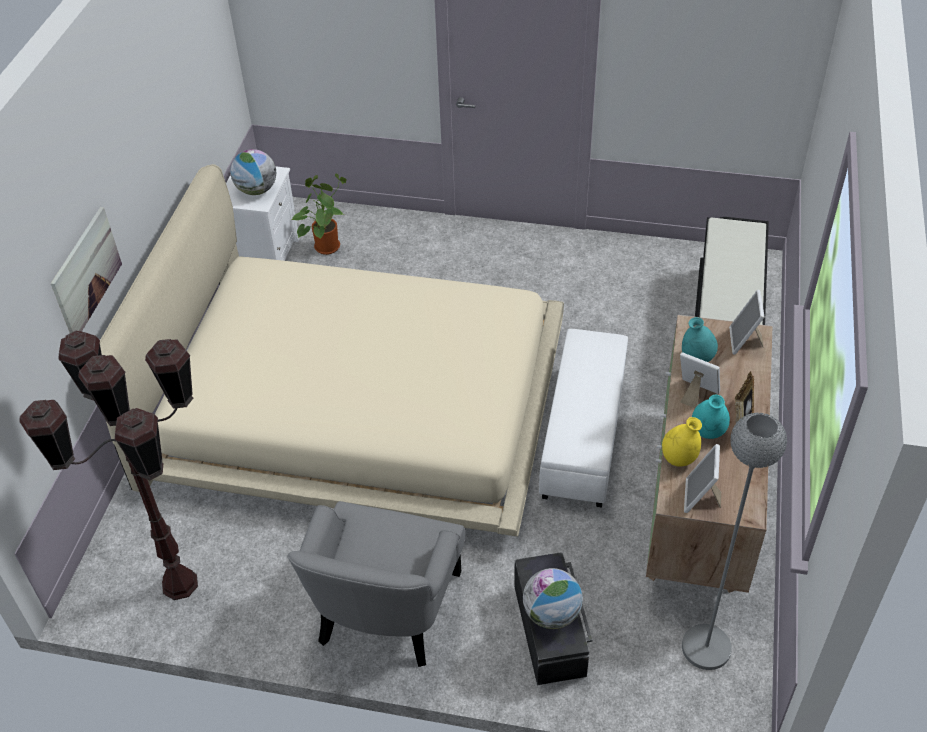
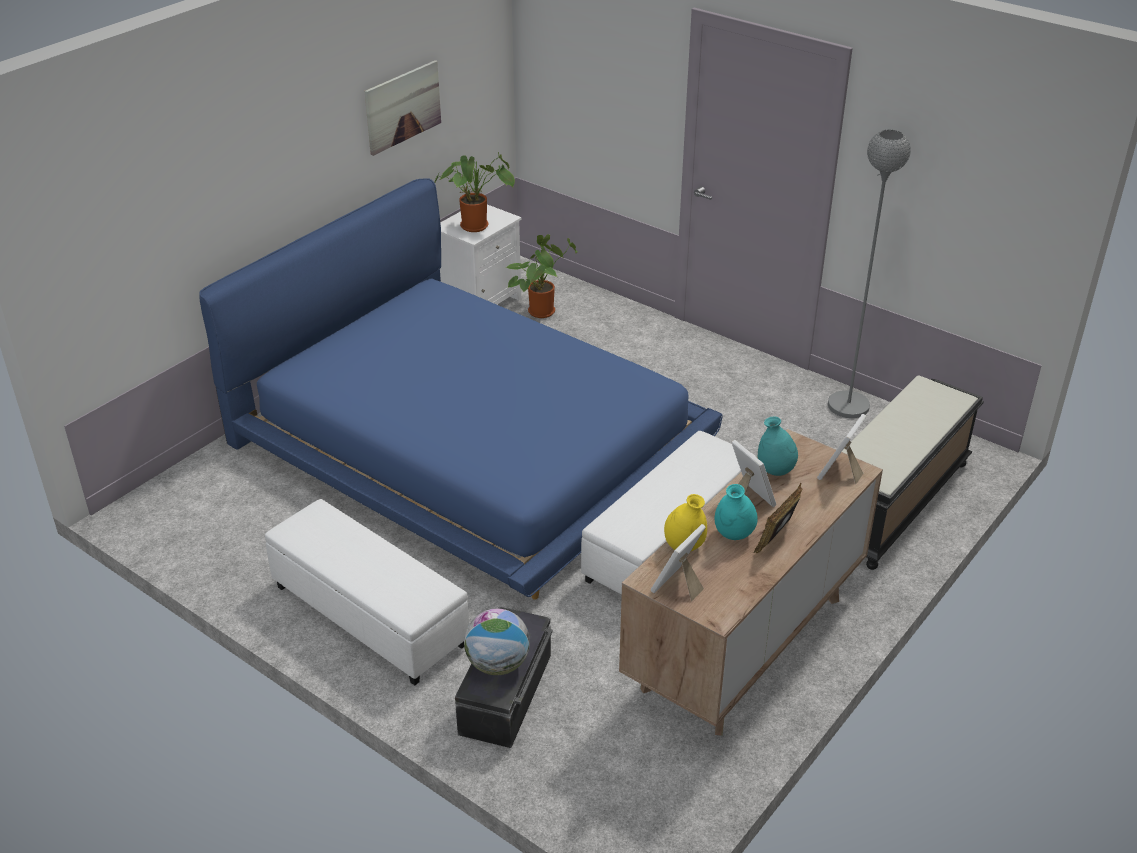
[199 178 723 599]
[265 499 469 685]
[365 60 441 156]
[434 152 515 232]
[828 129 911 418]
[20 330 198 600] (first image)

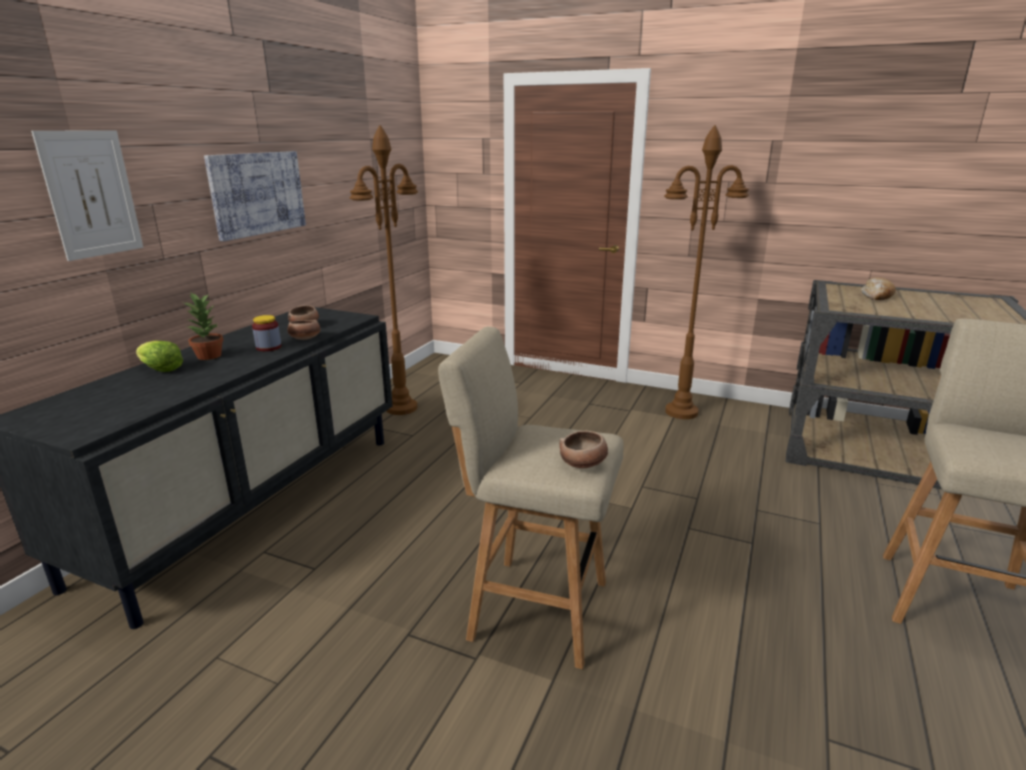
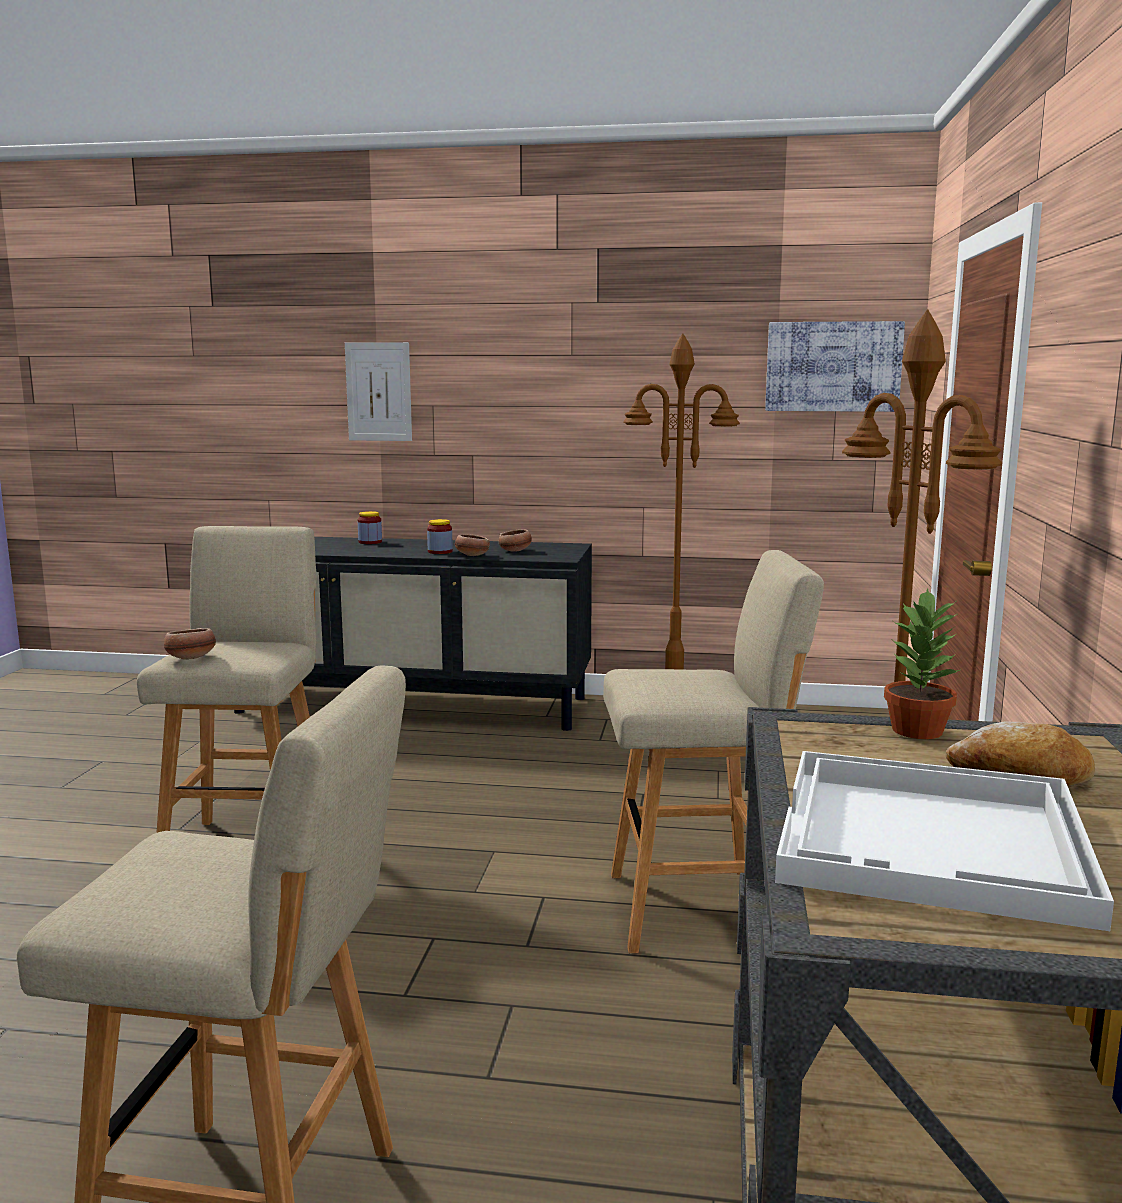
[358 511 382 544]
[603 550 824 953]
[765 321 905 412]
[775 751 1114 931]
[884 589 960 739]

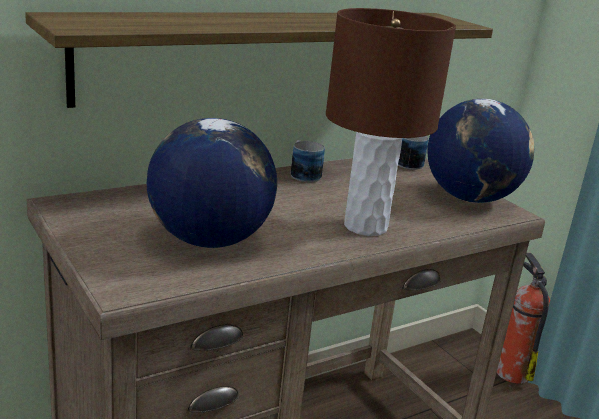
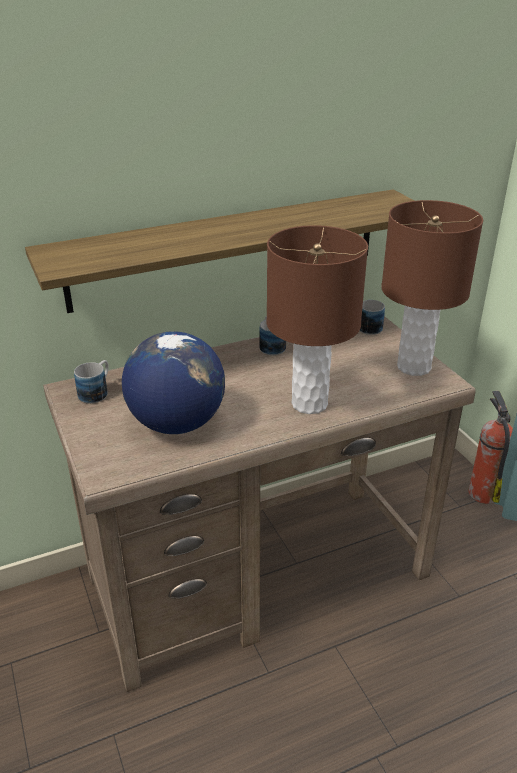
[74 360 109 404]
[381 200 483 376]

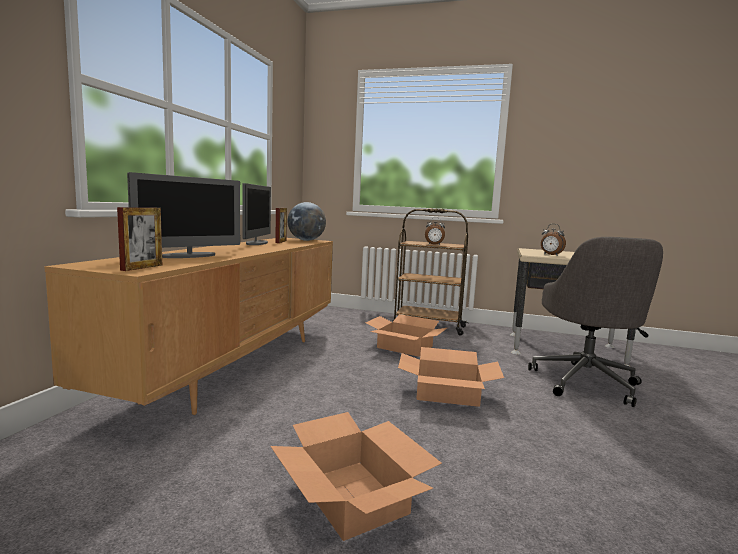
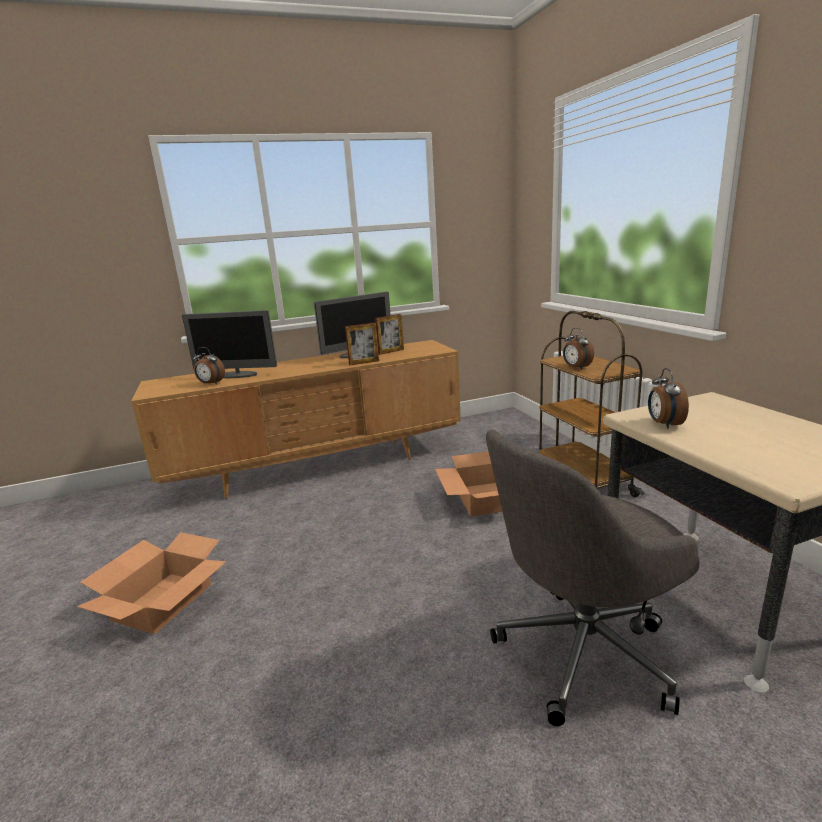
[193 347 225 385]
[345 323 379 365]
[288 202 326 241] (first image)
[398 347 504 407] (first image)

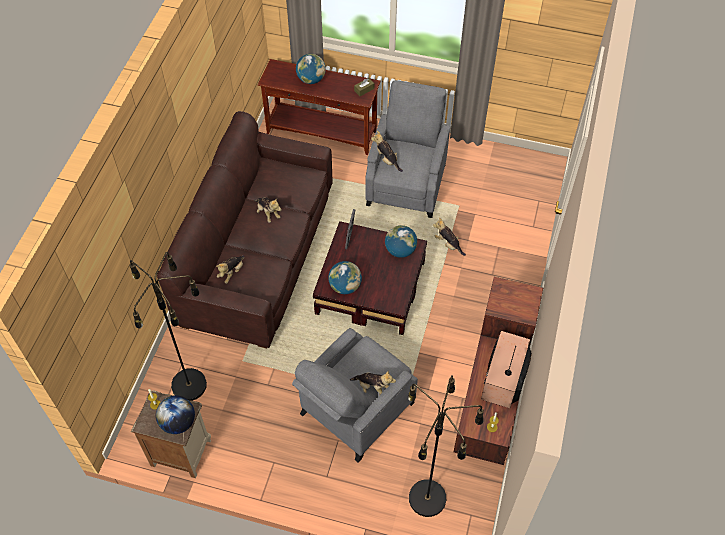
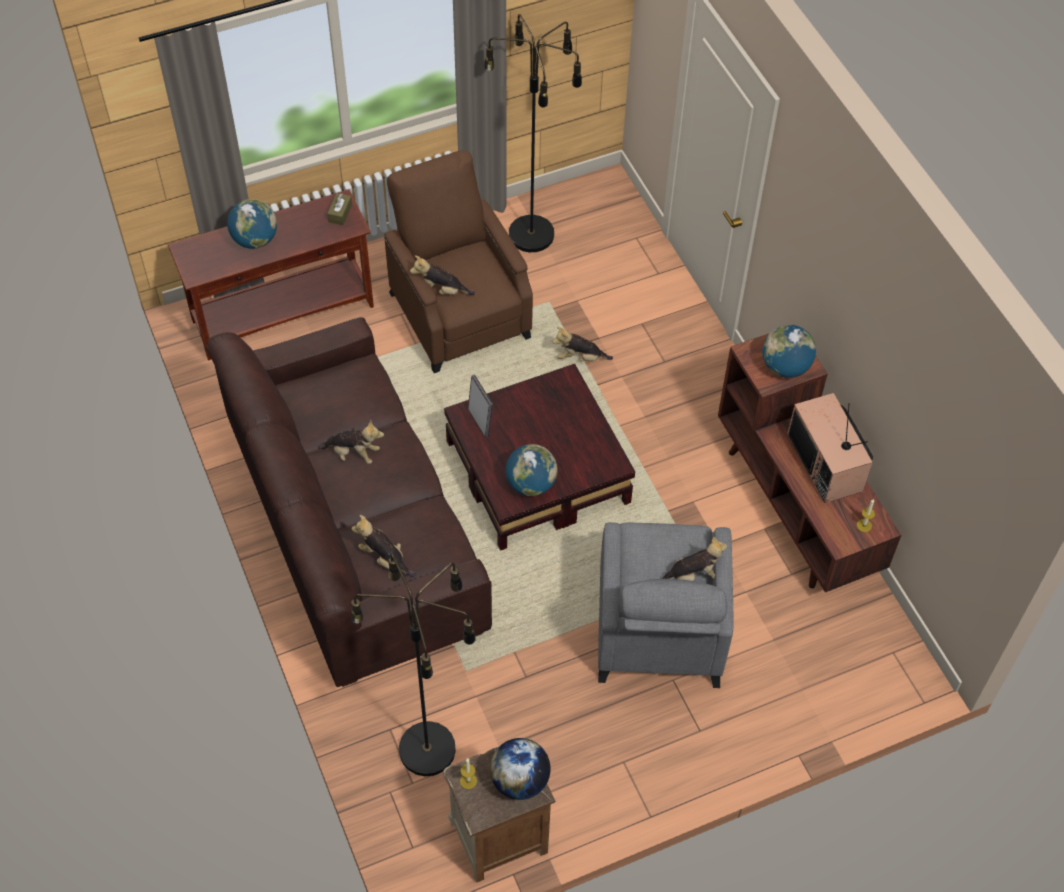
[351 515 416 577]
[384 150 533 373]
[484 14 582 252]
[763 325 816 378]

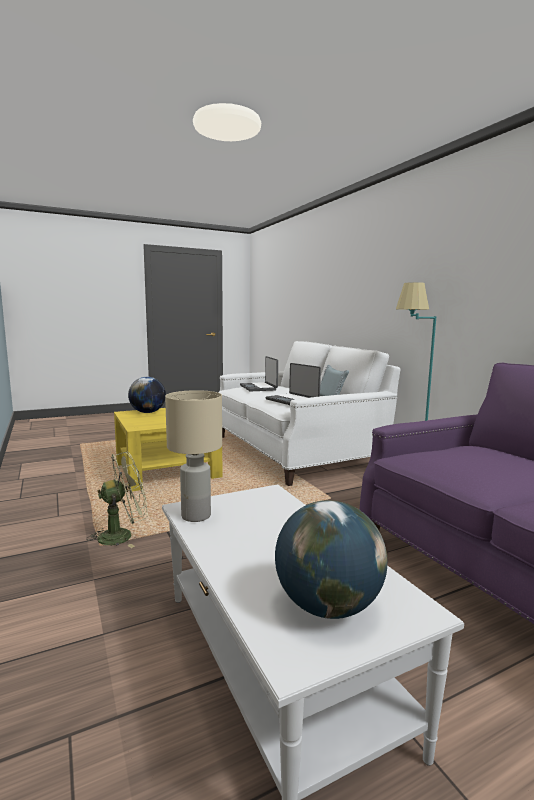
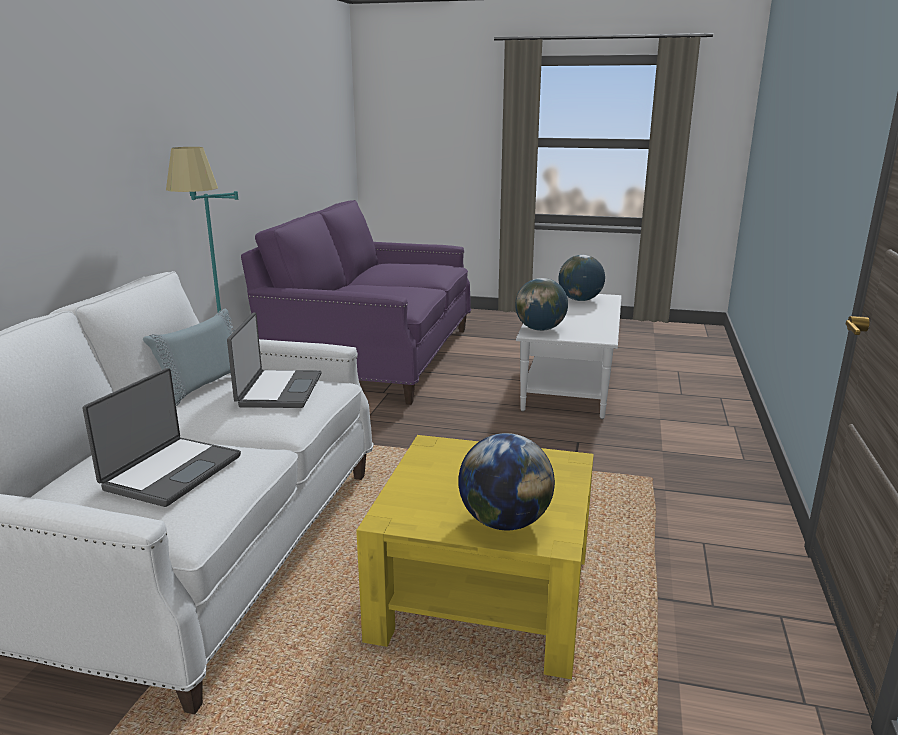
[515 278 568 331]
[86 452 148 548] (first image)
[165 390 222 522] (first image)

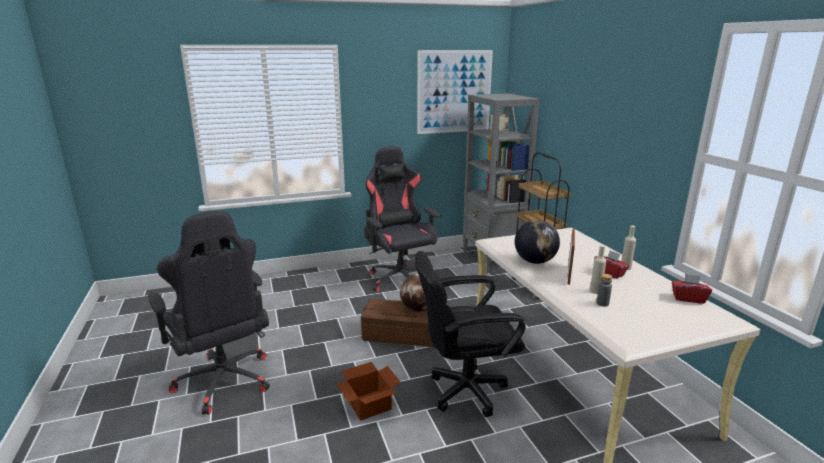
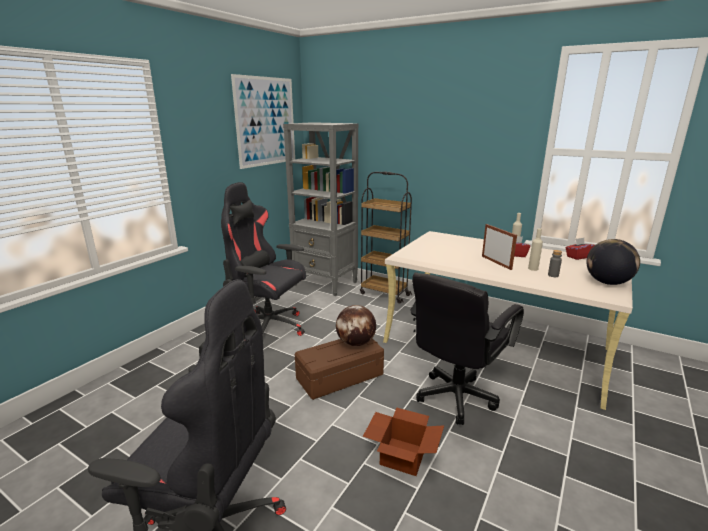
[586 239 640 285]

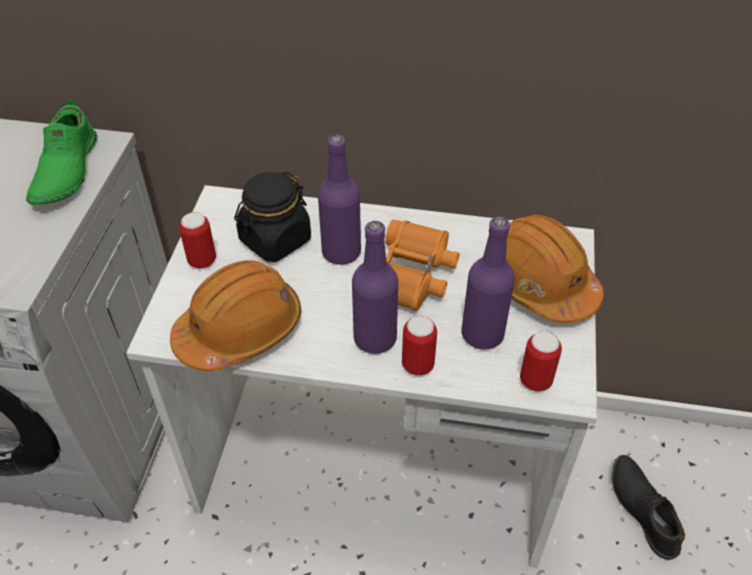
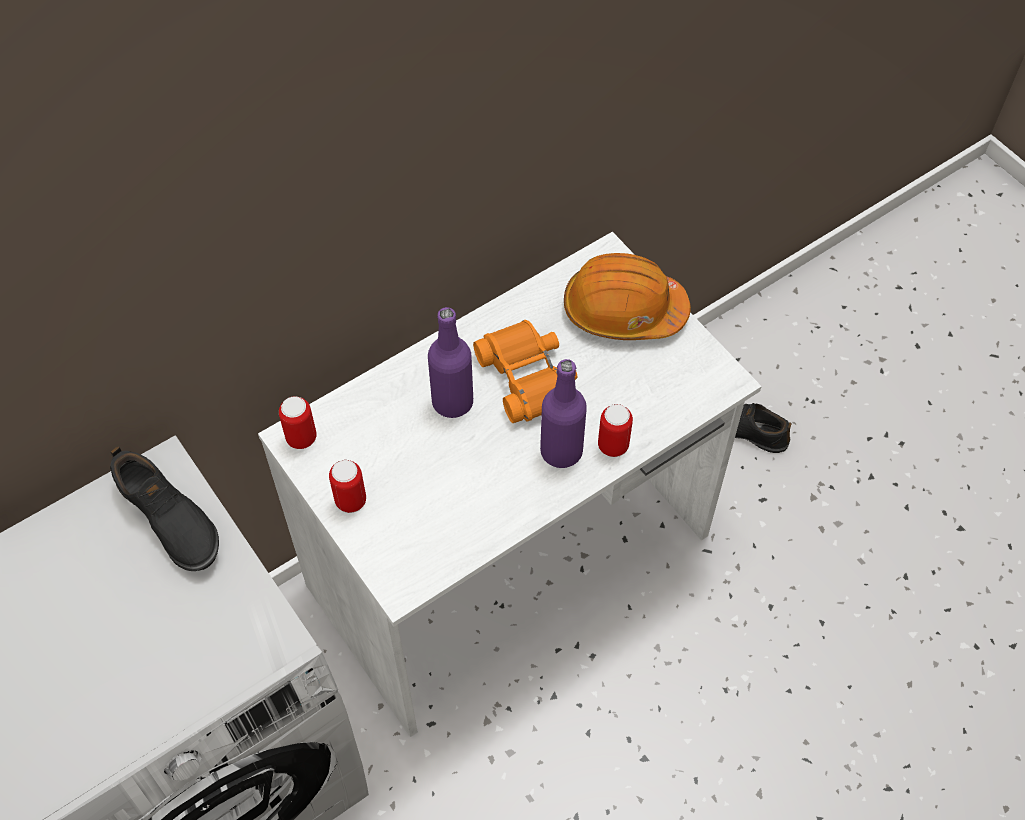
[110 446 219 571]
[279 396 317 449]
[170 260 301 371] (first image)
[234 171 311 262] (first image)
[462 216 515 350] (first image)

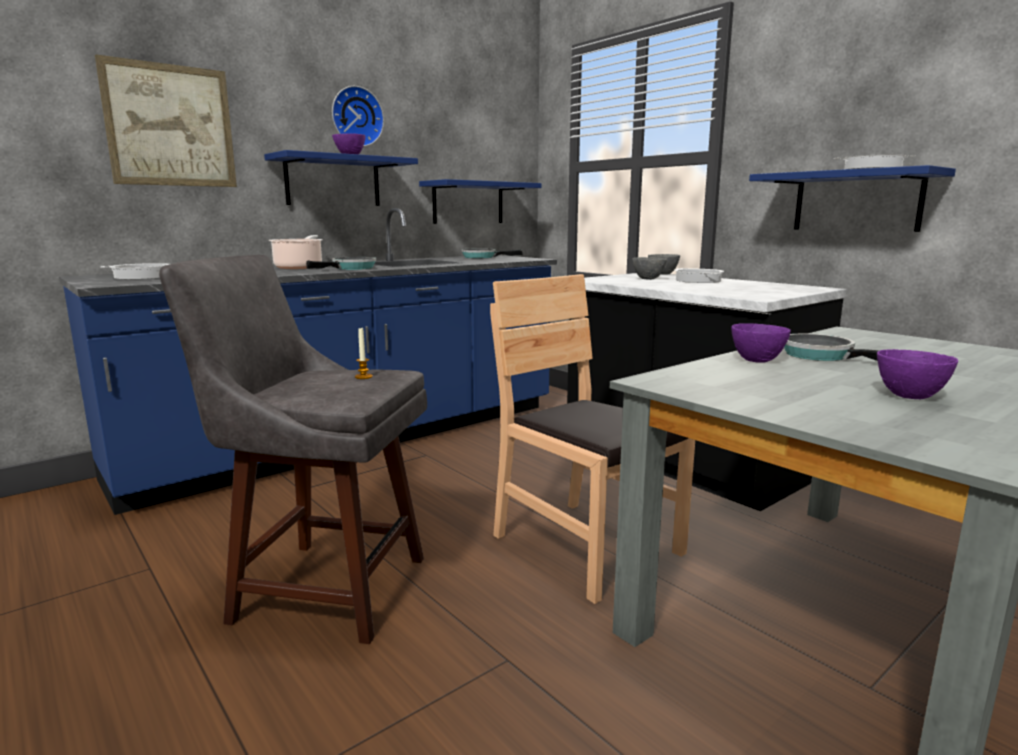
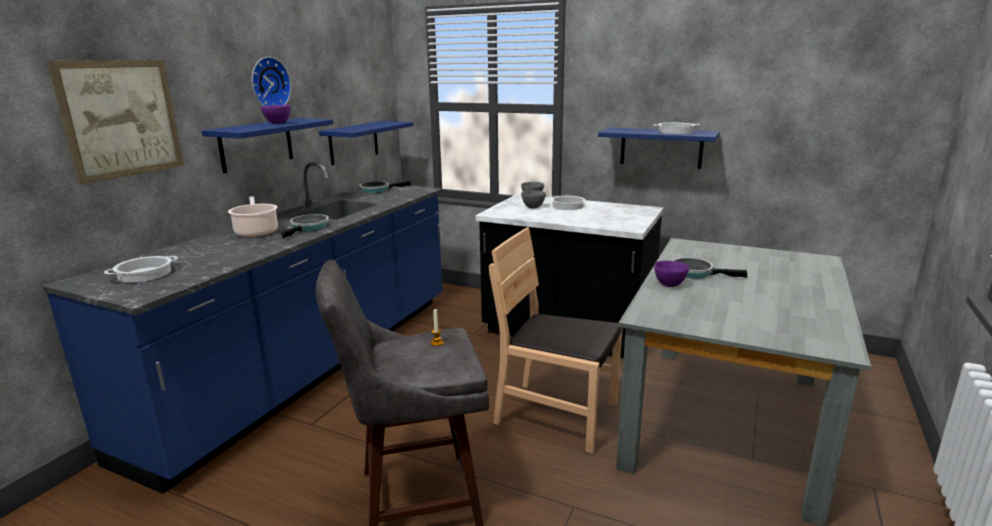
[877 349 958 399] (first image)

